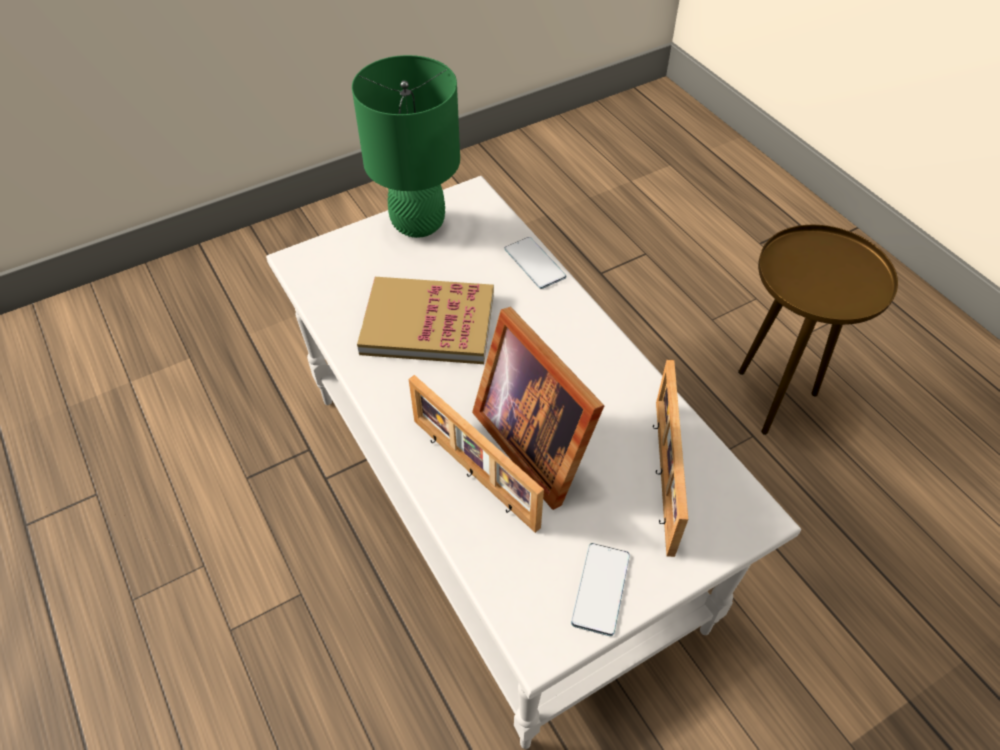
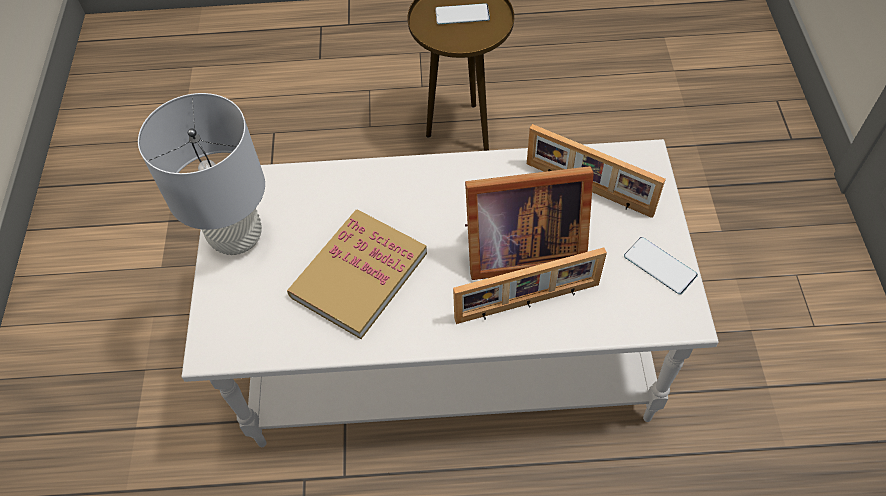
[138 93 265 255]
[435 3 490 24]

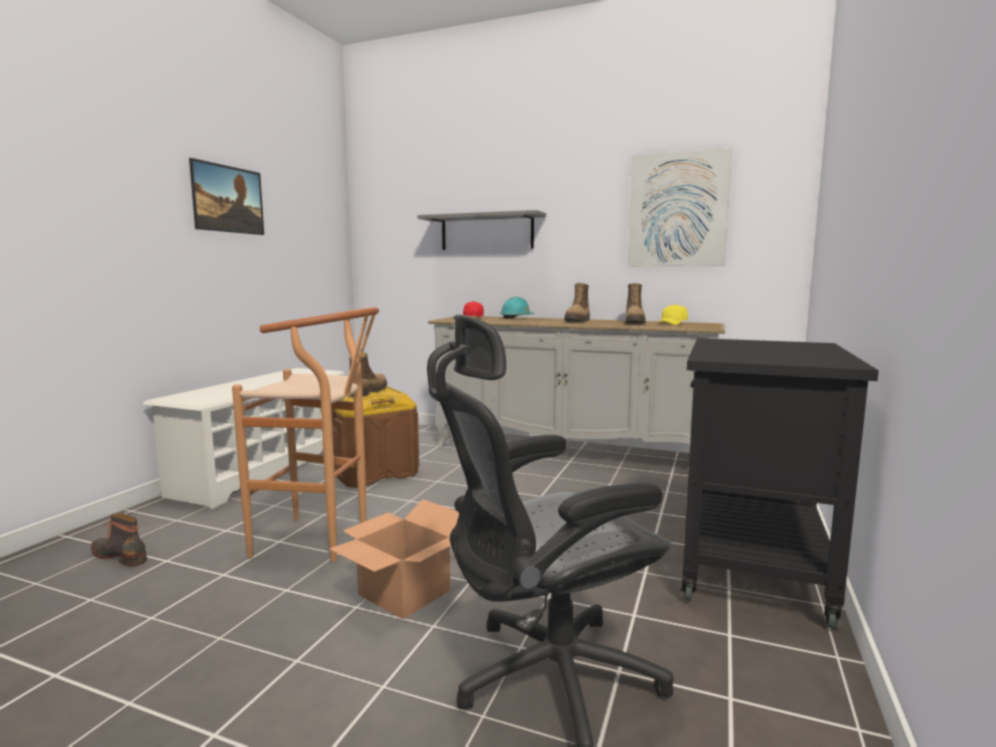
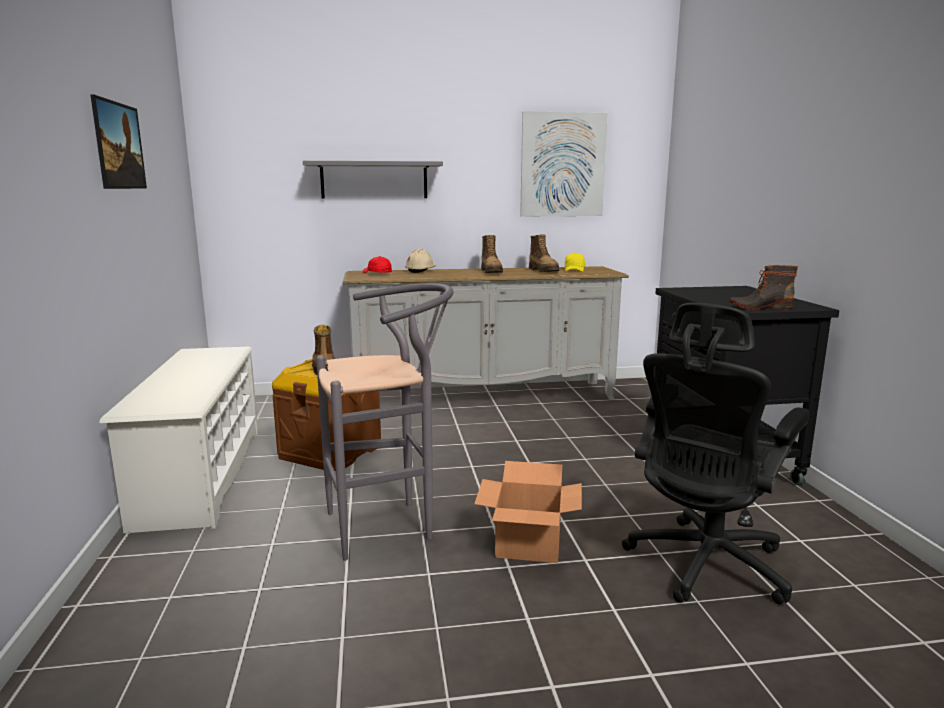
[316 283 454 561]
[405 249 436 273]
[728 265 798 310]

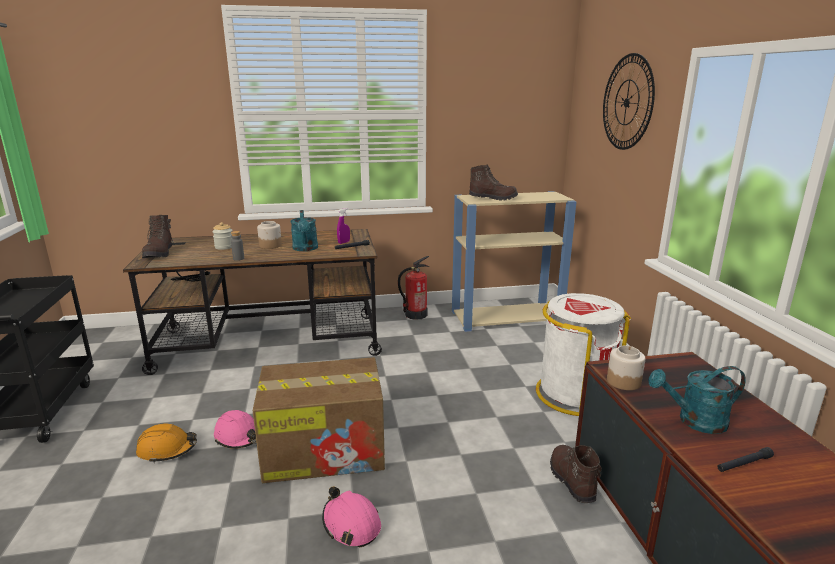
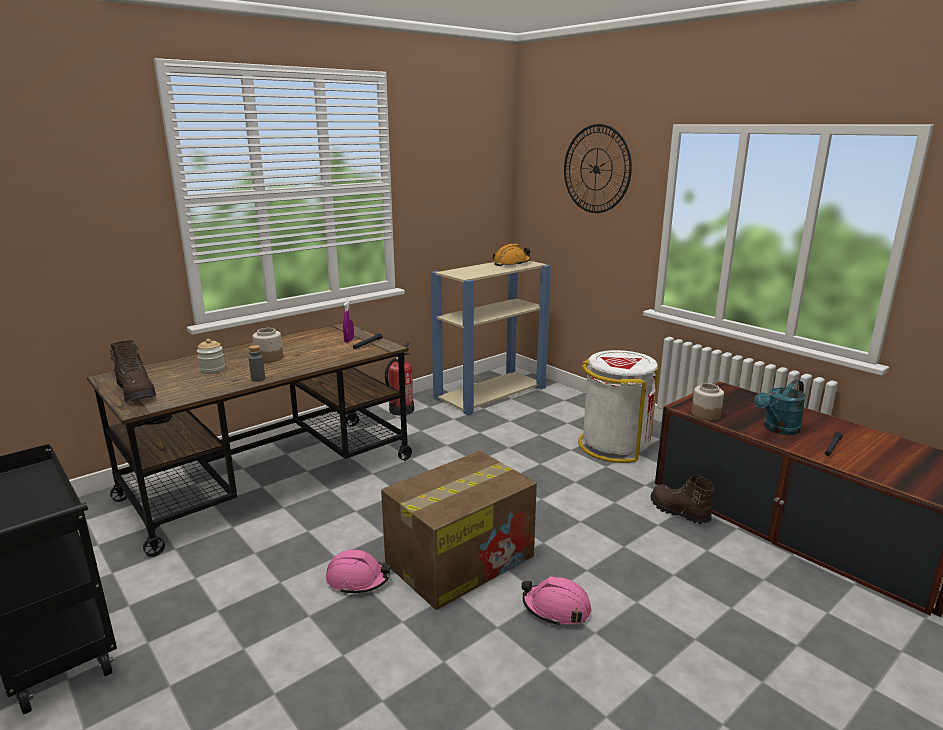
[493 243 531 266]
[290 210 318 251] (first image)
[469 164 518 201] (first image)

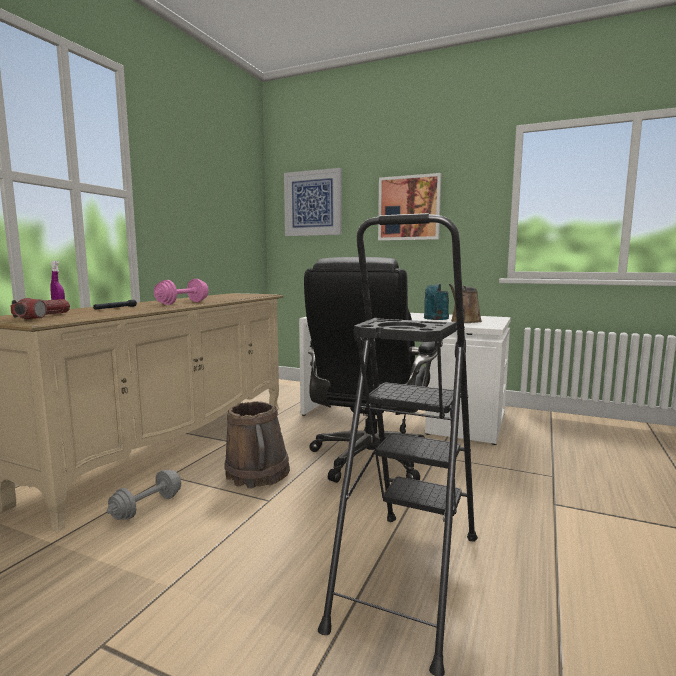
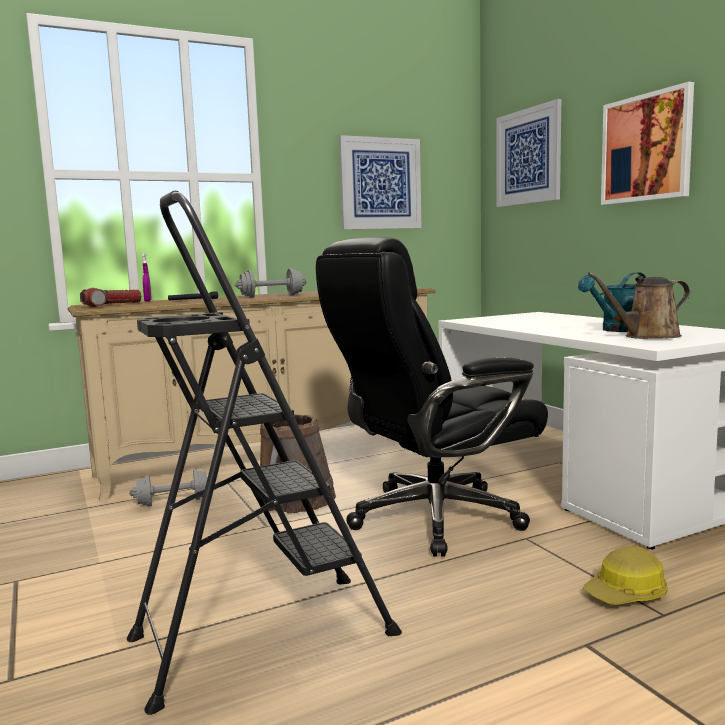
[235 269 306 298]
[339 135 422 229]
[584 546 668 605]

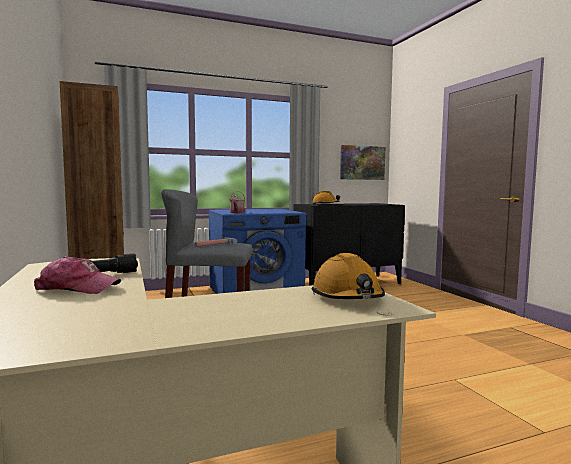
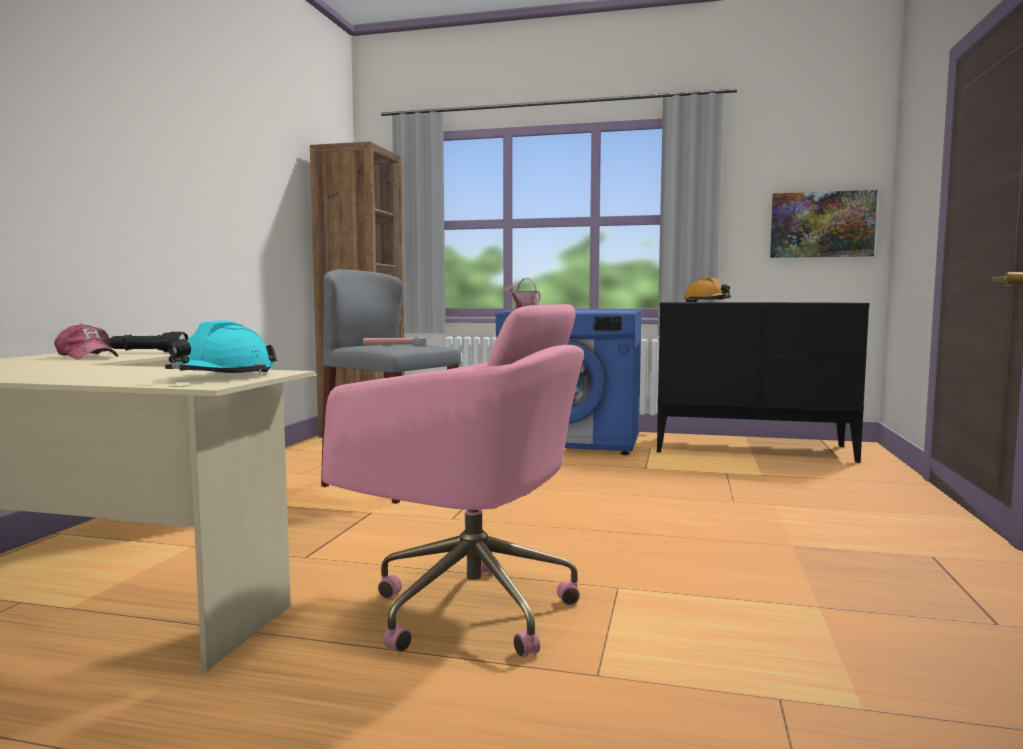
[165 321 277 374]
[322 304 584 658]

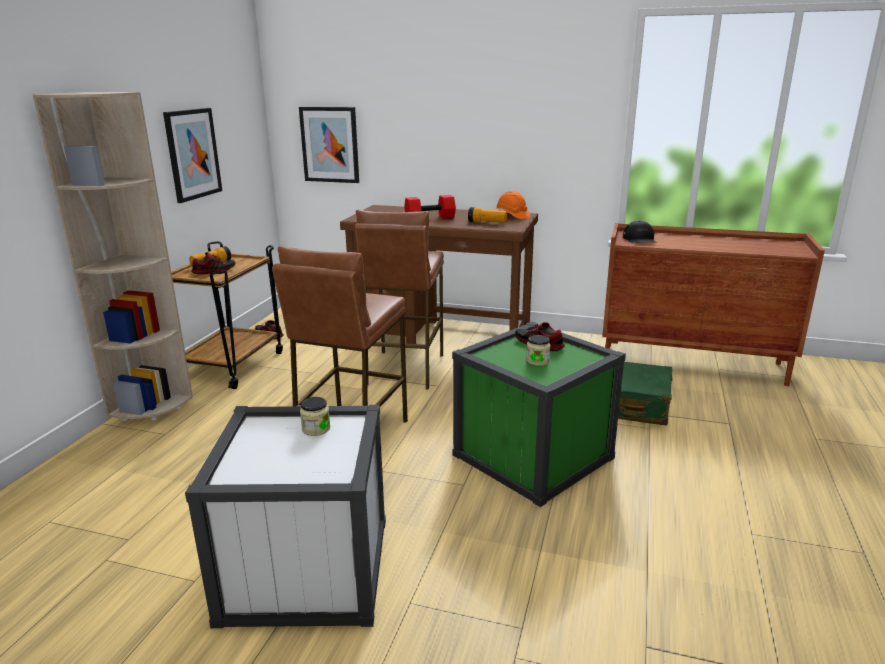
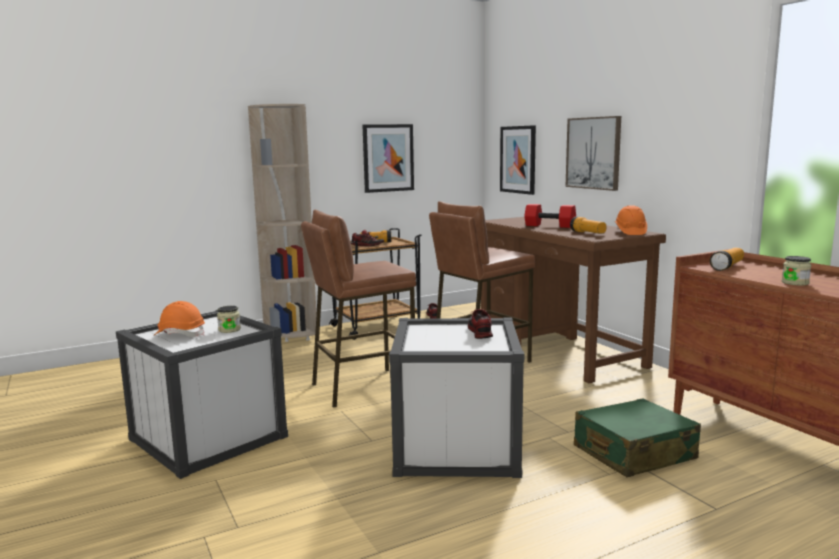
[153 301 205 337]
[389 317 524 478]
[565 116 621 191]
[710 248 744 271]
[782 256 811 285]

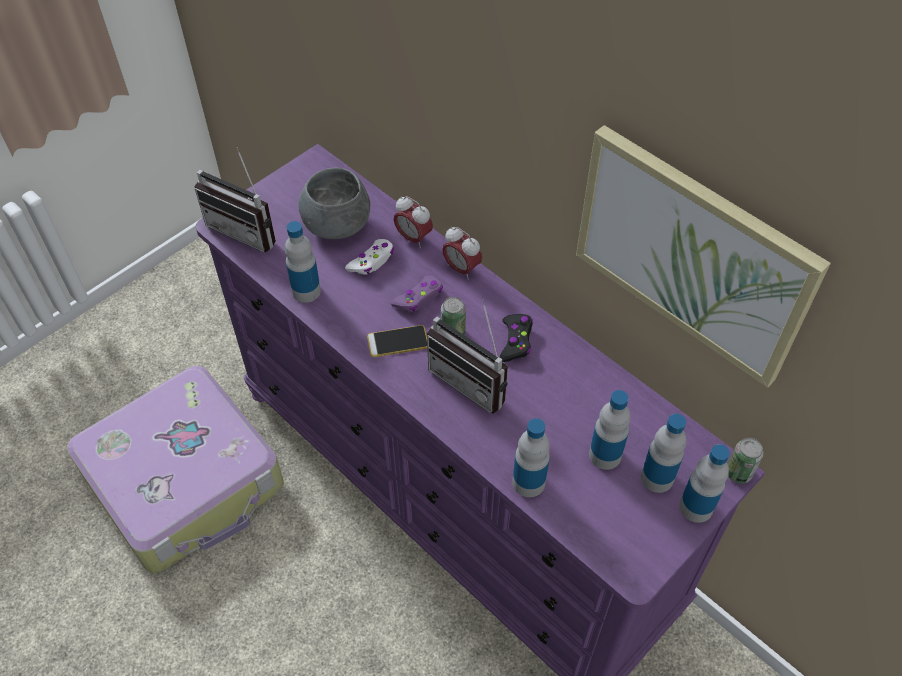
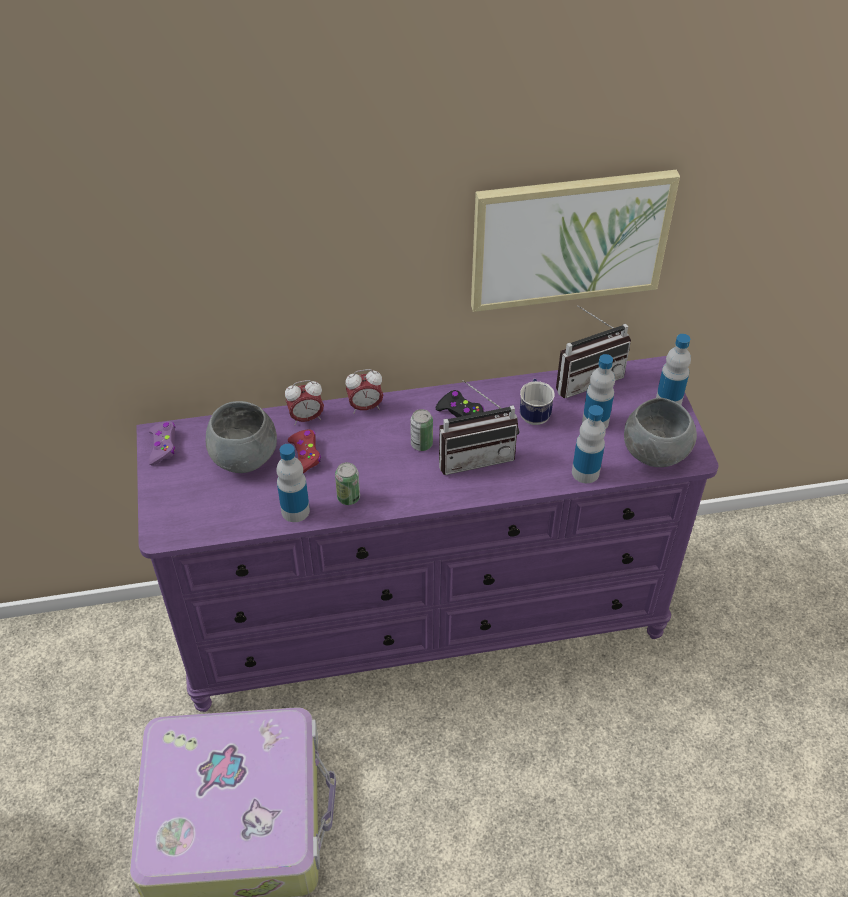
[148 421 176 465]
[288 429 321 473]
[335 462 360 505]
[520 379 555 425]
[556 306 631 398]
[624 398 697 467]
[367 325 428 357] (first image)
[641 414 686 493] (first image)

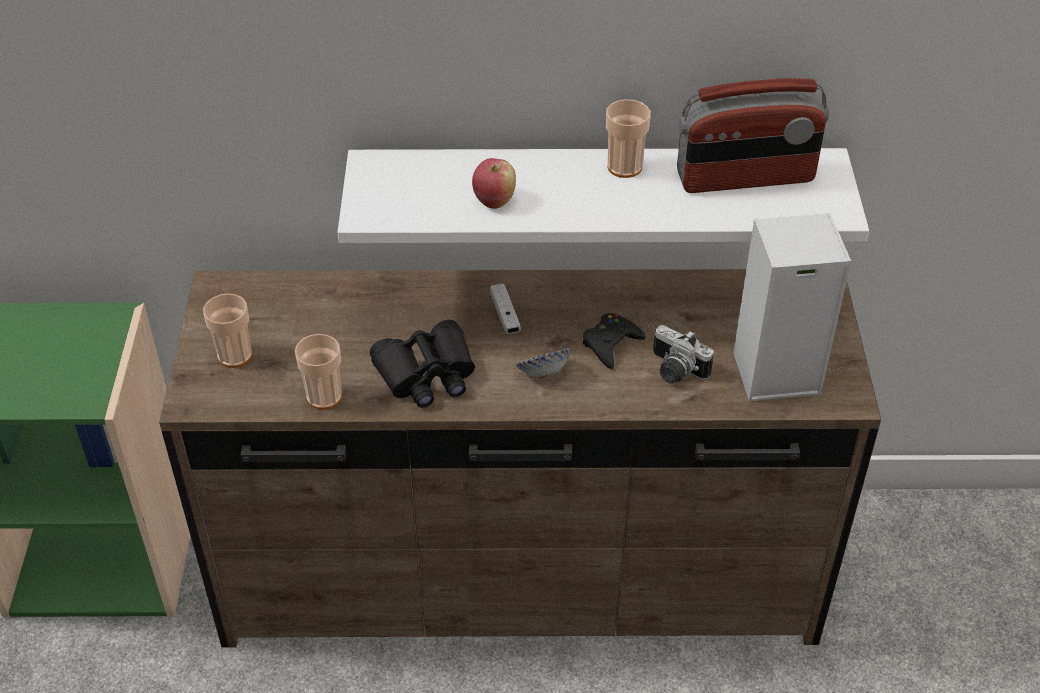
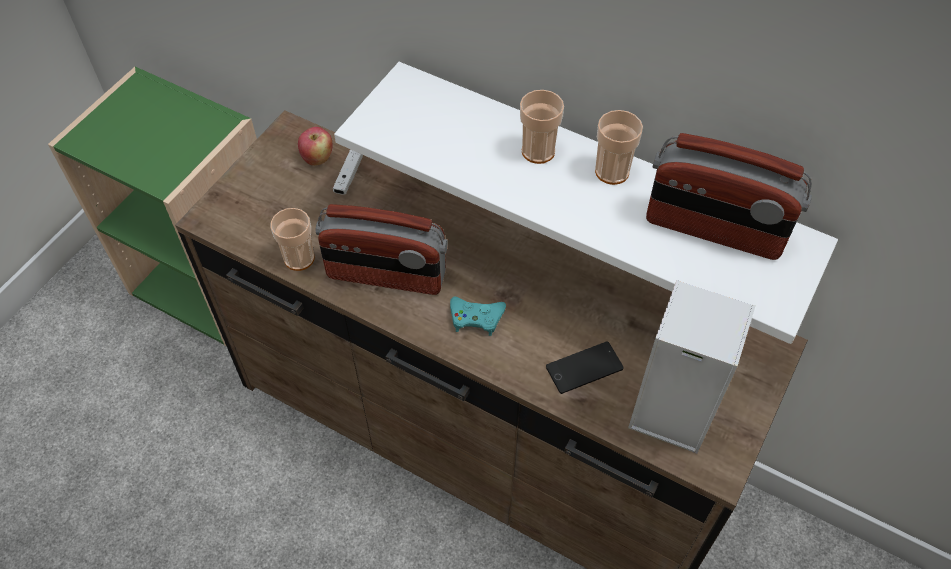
[298 127 333 166]
[316 204 448 295]
[333 149 363 195]
[450 297 506 336]
[520 90 564 164]
[546 342 624 394]
[583 313 645 369] (first image)

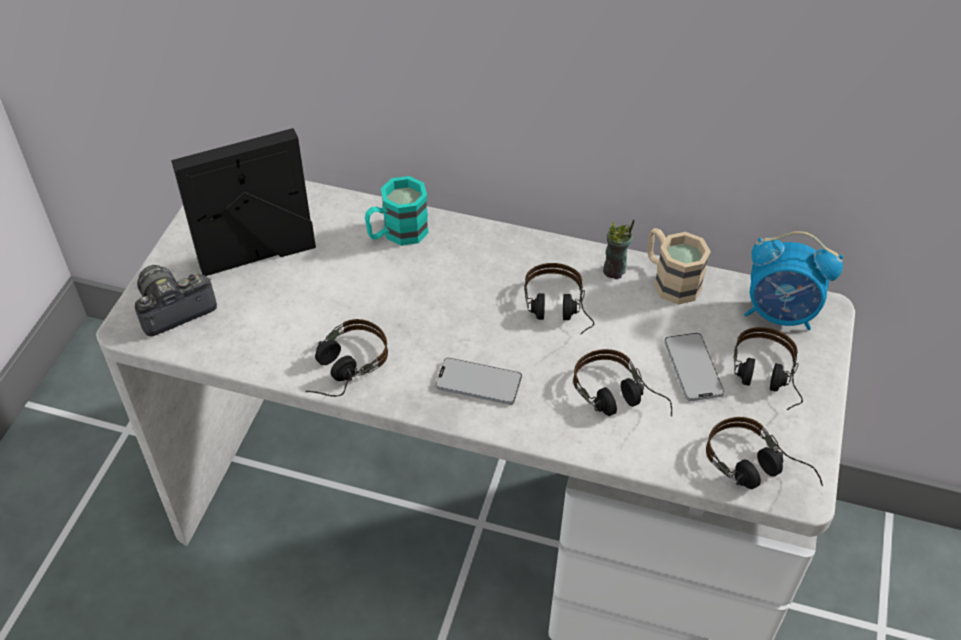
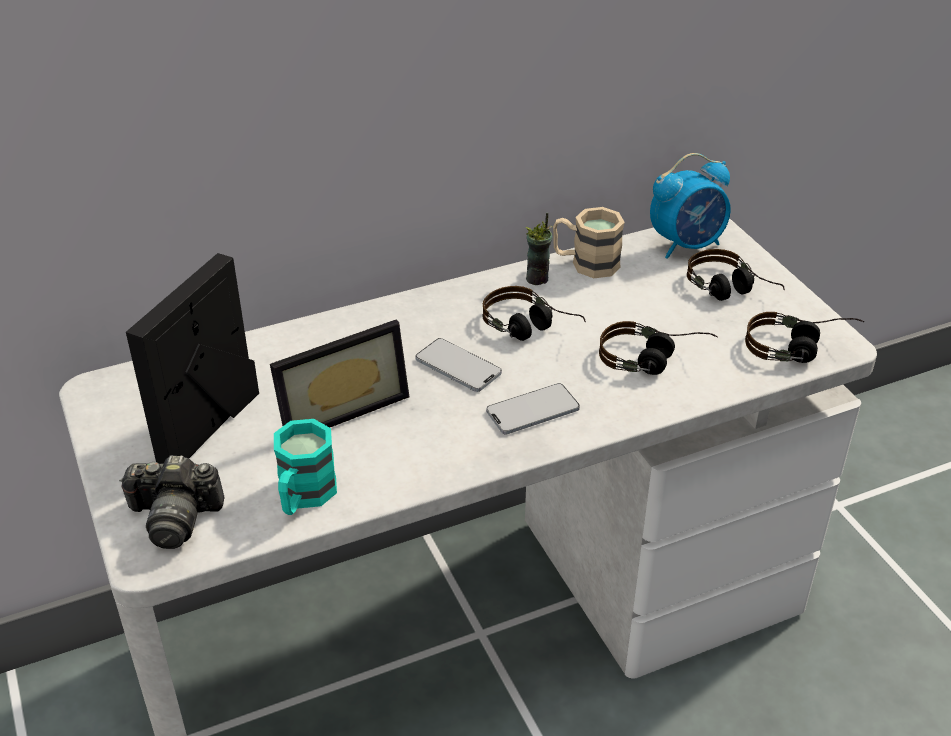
[119 455 224 549]
[270 320 409 427]
[274 419 337 515]
[415 338 502 392]
[306 319 388 397] (first image)

